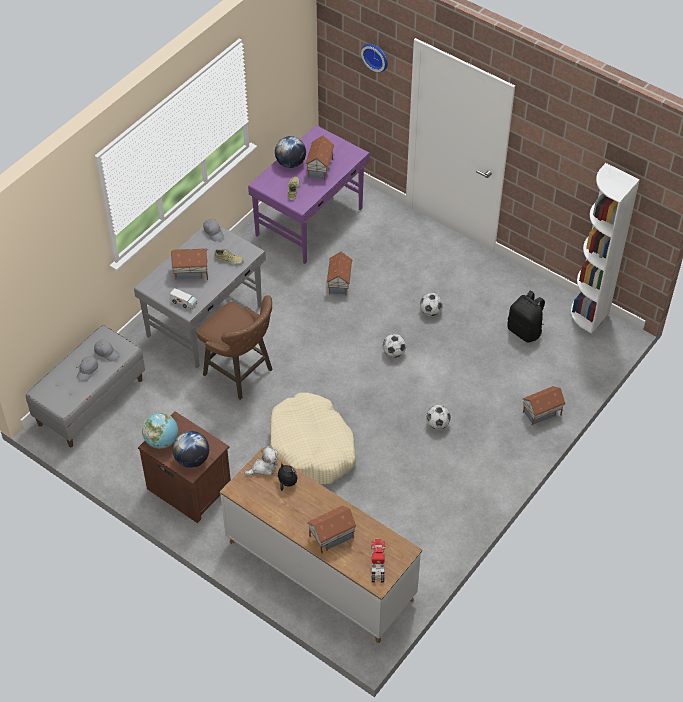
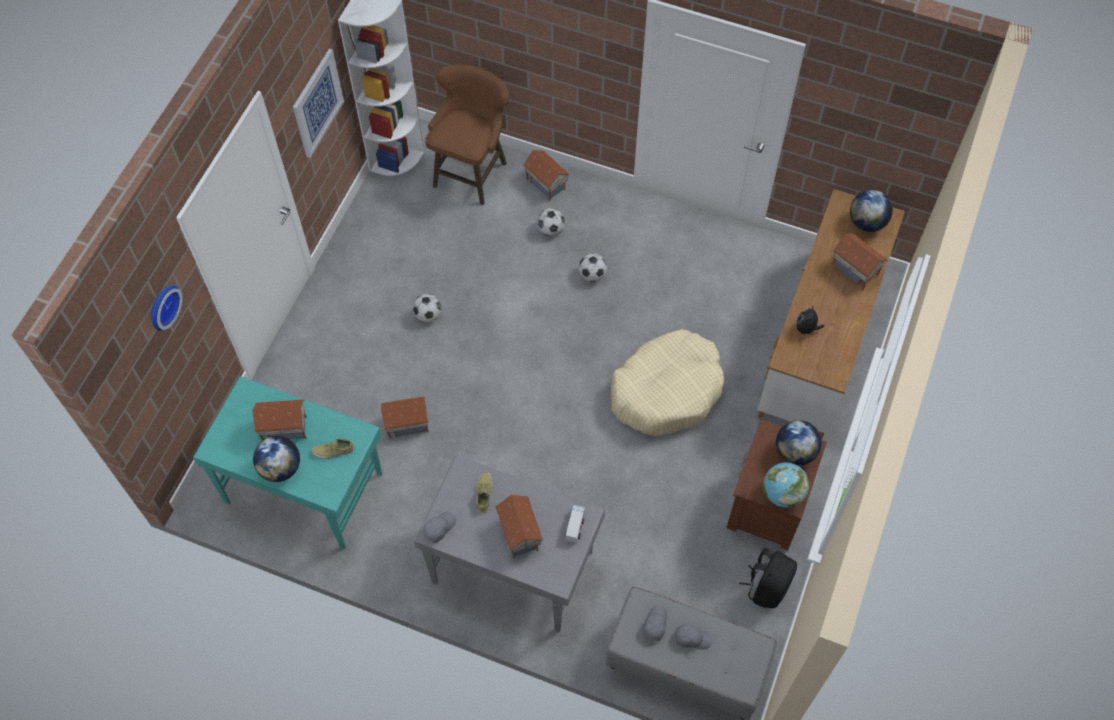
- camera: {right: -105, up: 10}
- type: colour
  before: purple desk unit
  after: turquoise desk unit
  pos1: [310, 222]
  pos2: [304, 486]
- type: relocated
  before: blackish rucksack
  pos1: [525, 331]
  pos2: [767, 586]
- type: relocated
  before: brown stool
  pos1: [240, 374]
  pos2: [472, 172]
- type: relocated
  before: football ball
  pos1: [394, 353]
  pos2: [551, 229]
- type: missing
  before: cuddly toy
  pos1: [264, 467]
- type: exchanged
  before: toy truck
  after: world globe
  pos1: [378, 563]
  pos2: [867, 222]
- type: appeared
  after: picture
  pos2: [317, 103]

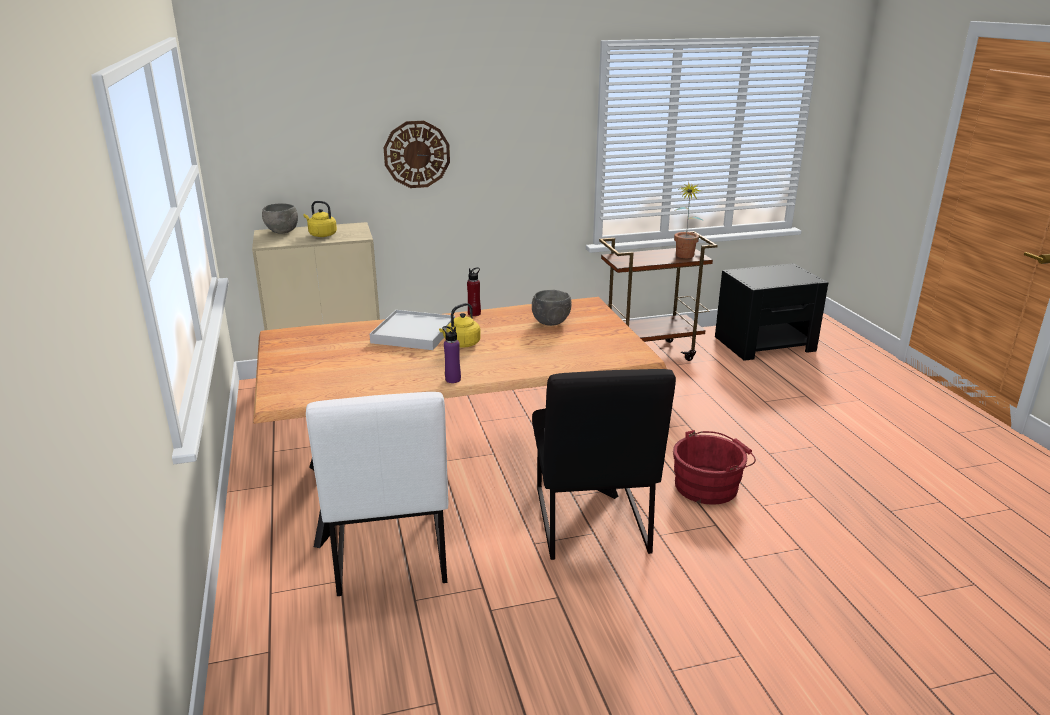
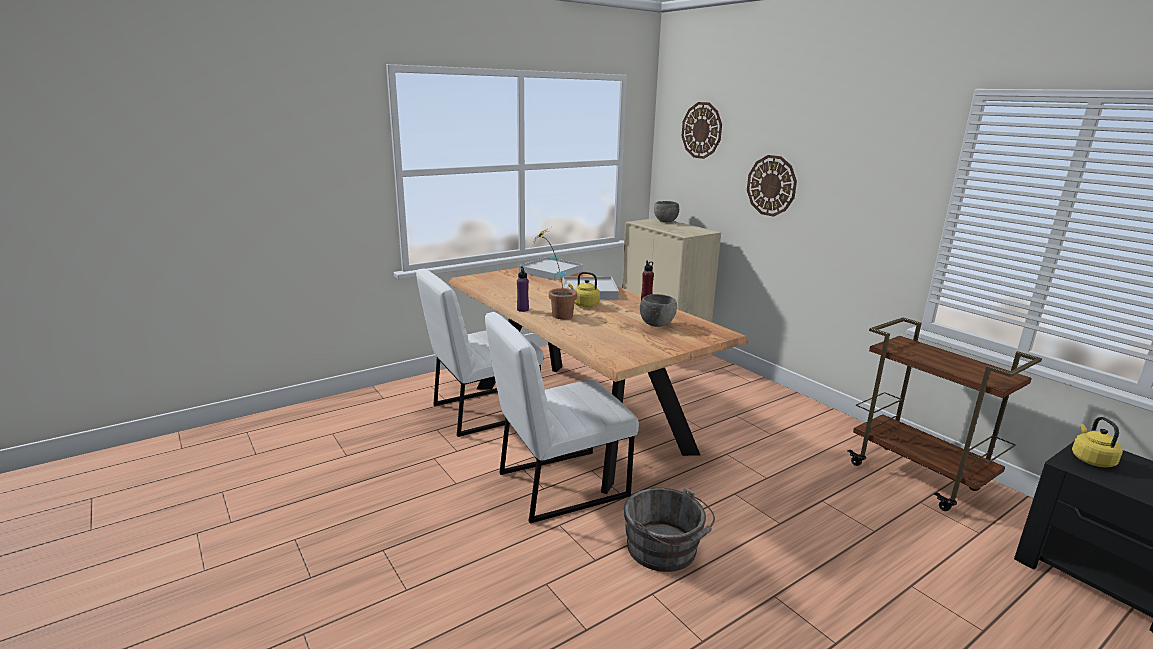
- camera: {right: 70, up: -5}
- type: relocated
  before: plant in a pot
  pos1: [684, 257]
  pos2: [555, 315]
- type: relocated
  before: yellow water kettle
  pos1: [321, 235]
  pos2: [1091, 459]
- type: colour
  before: blackish chair
  after: white-coloured chair
  pos1: [591, 522]
  pos2: [559, 484]
- type: colour
  before: red pail
  after: gray pail
  pos1: [709, 485]
  pos2: [665, 550]
- type: appeared
  after: clock on the wall
  pos2: [701, 130]
- type: appeared
  after: white-coloured tray
  pos2: [551, 271]

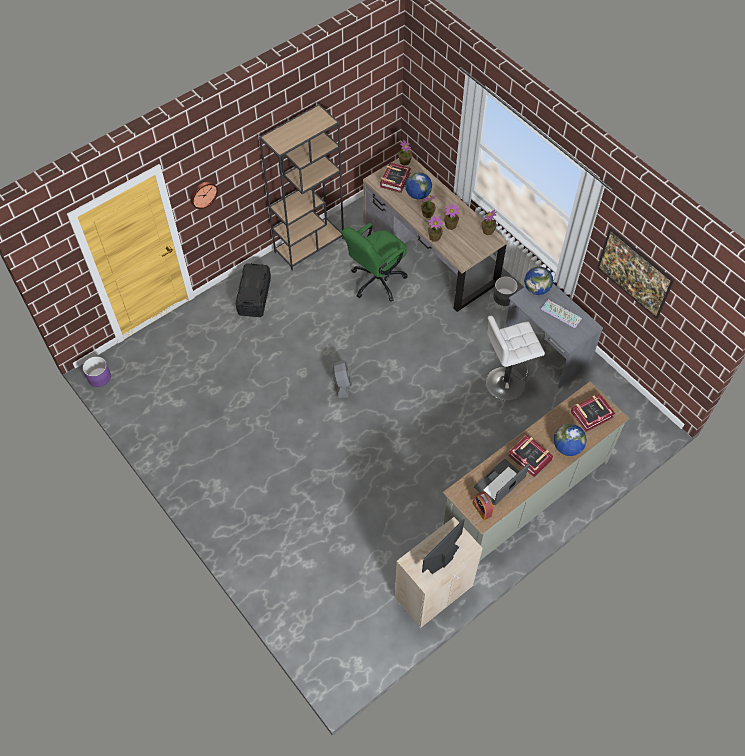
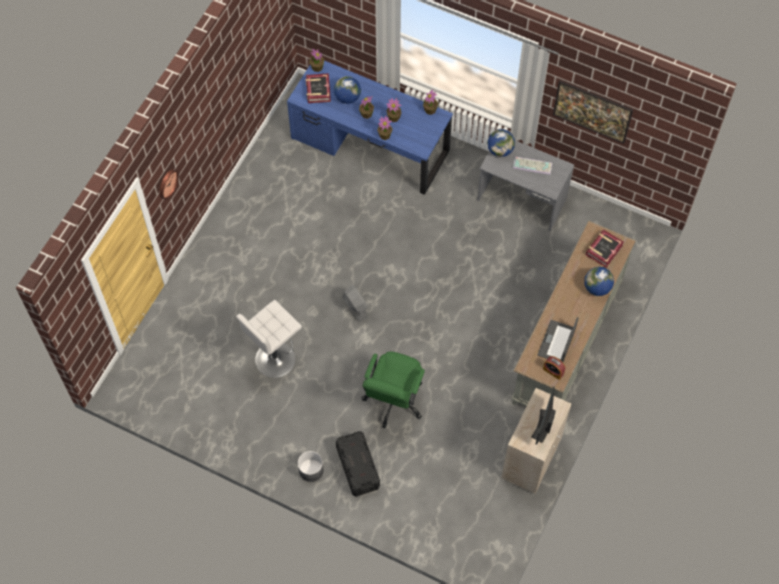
- camera: {right: -25, up: 5}
- type: missing
  before: bookshelf
  pos1: [309, 245]
- type: colour
  before: brown desk unit
  after: bluish desk unit
  pos1: [430, 252]
  pos2: [370, 144]
- type: relocated
  before: green-coloured office chair
  pos1: [375, 283]
  pos2: [393, 403]
- type: relocated
  before: blackish storage bin
  pos1: [254, 296]
  pos2: [358, 468]
- type: relocated
  before: gray flower pot
  pos1: [504, 297]
  pos2: [311, 470]
- type: relocated
  before: white-coloured stool
  pos1: [504, 383]
  pos2: [274, 359]
- type: missing
  before: purple flower pot
  pos1: [99, 377]
- type: missing
  before: volume
  pos1: [530, 457]

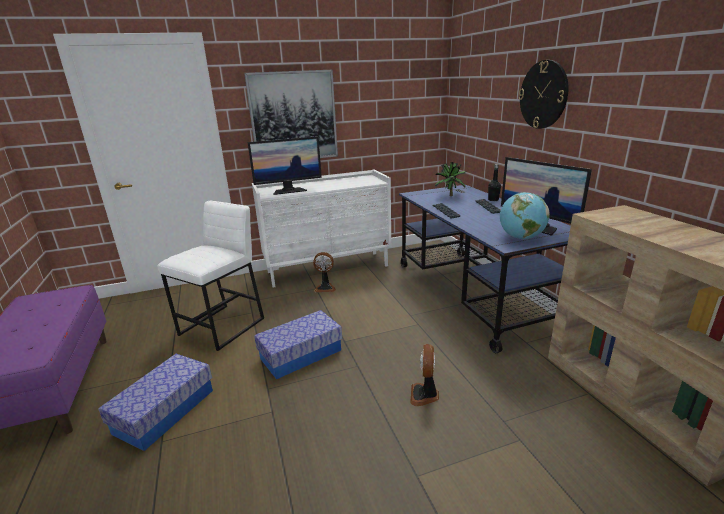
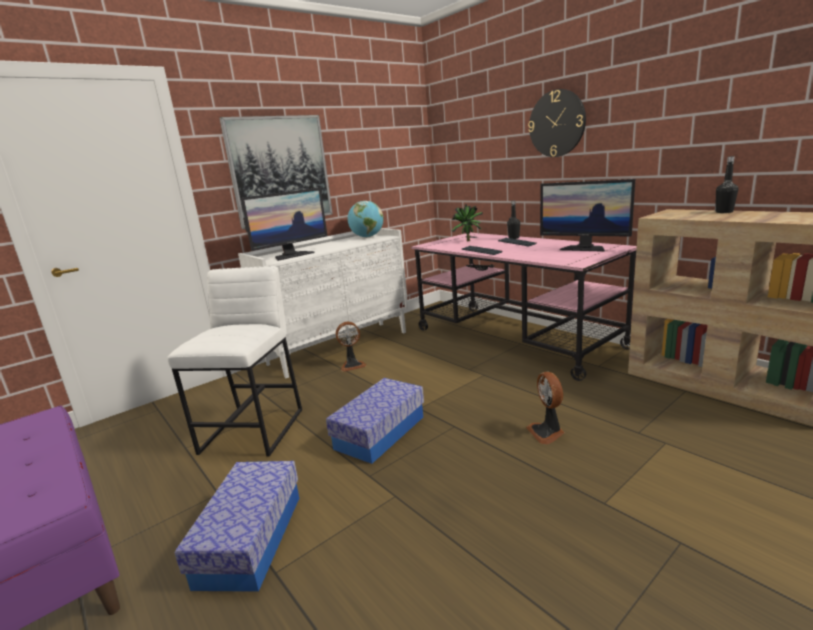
- camera: {right: -20, up: -5}
- type: colour
  before: bluish desk unit
  after: pink desk unit
  pos1: [474, 293]
  pos2: [515, 338]
- type: relocated
  before: world globe
  pos1: [521, 238]
  pos2: [367, 237]
- type: appeared
  after: blackish bottle
  pos2: [724, 212]

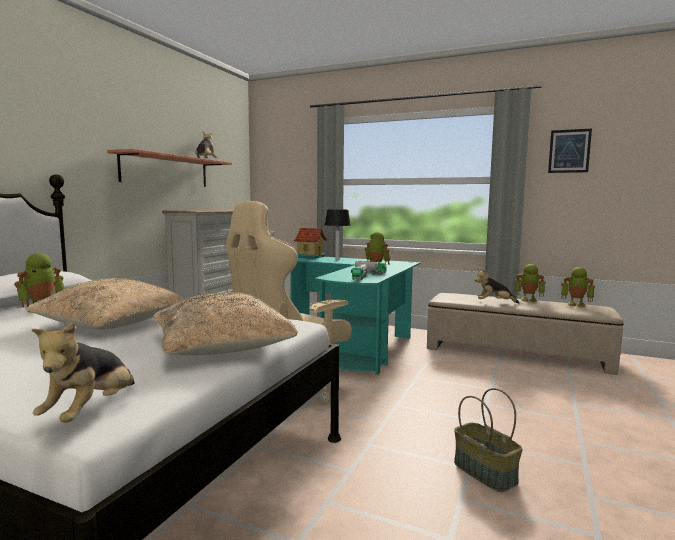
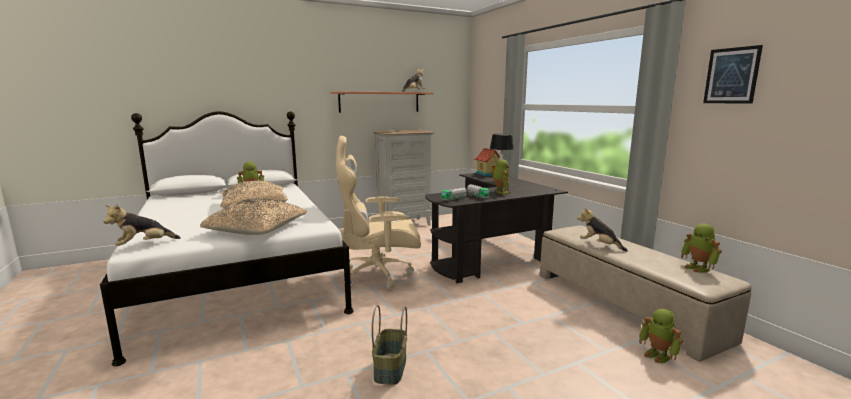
- camera: {right: 40, up: 5}
- type: colour
  before: turquoise desk unit
  after: blackish desk unit
  pos1: [354, 341]
  pos2: [493, 253]
- type: relocated
  before: robot figure
  pos1: [528, 300]
  pos2: [658, 355]

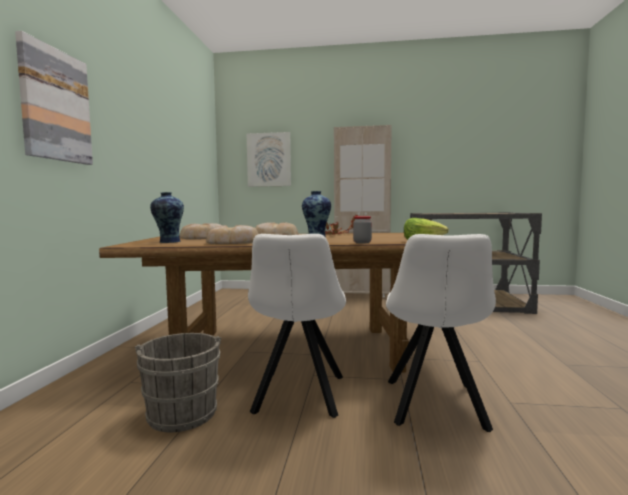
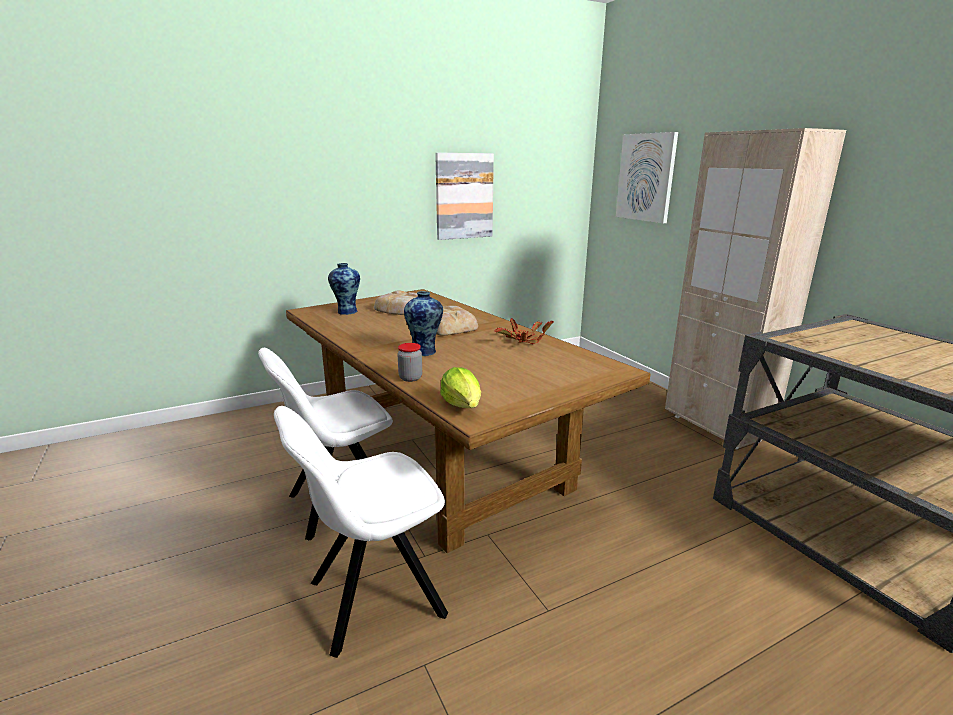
- camera: {right: 55, up: 15}
- type: relocated
  before: picture
  pos1: [55, 105]
  pos2: [464, 196]
- type: missing
  before: baked bread
  pos1: [234, 242]
- type: missing
  before: gray pail
  pos1: [182, 412]

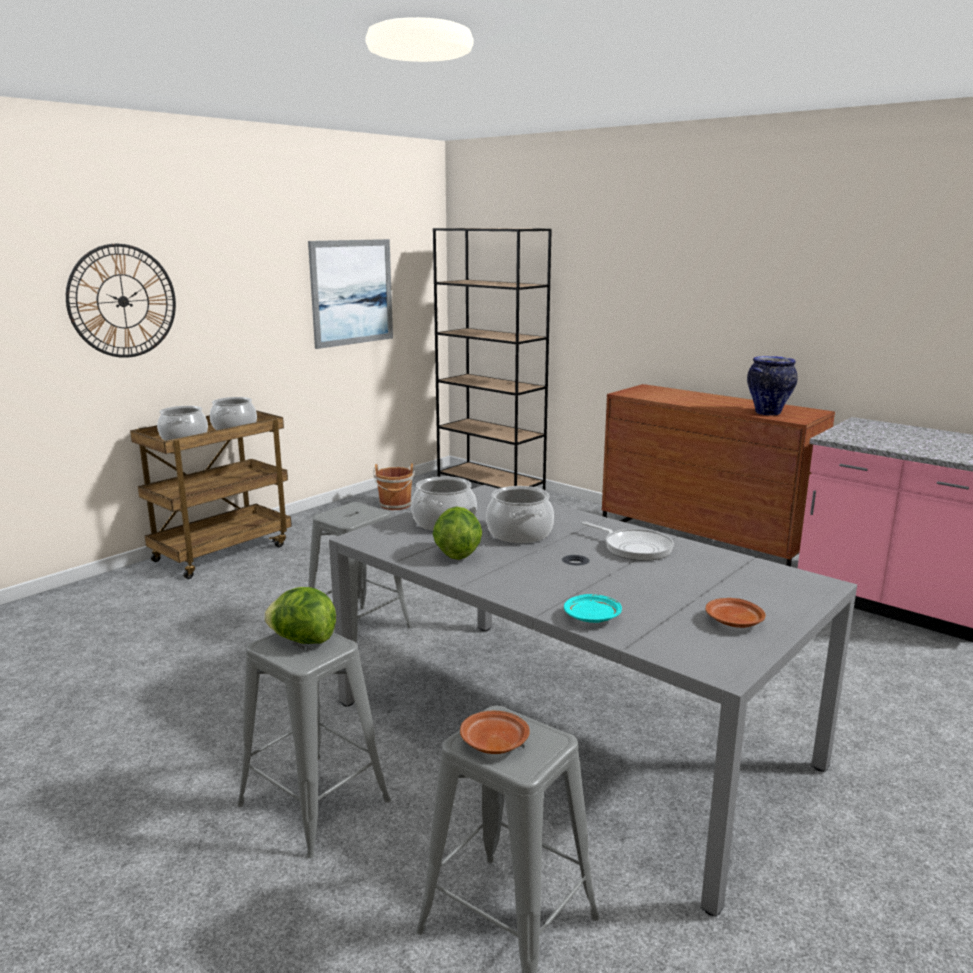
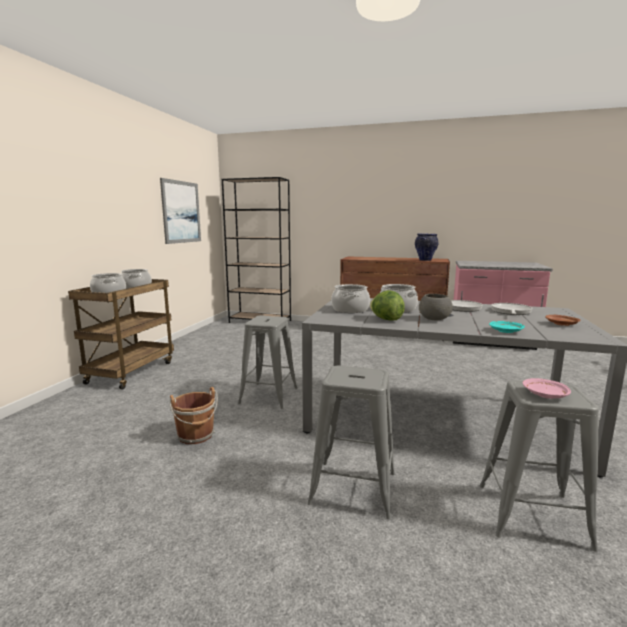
- camera: {right: -25, up: -5}
- type: missing
  before: clock on the wall
  pos1: [123, 301]
- type: relocated
  before: brown pail
  pos1: [395, 505]
  pos2: [196, 436]
- type: missing
  before: lettuce head
  pos1: [303, 640]
- type: colour
  before: brown flat dish
  after: pink flat dish
  pos1: [493, 742]
  pos2: [544, 395]
- type: appeared
  after: gray bowl
  pos2: [434, 319]
- type: appeared
  after: frying pan
  pos2: [510, 312]

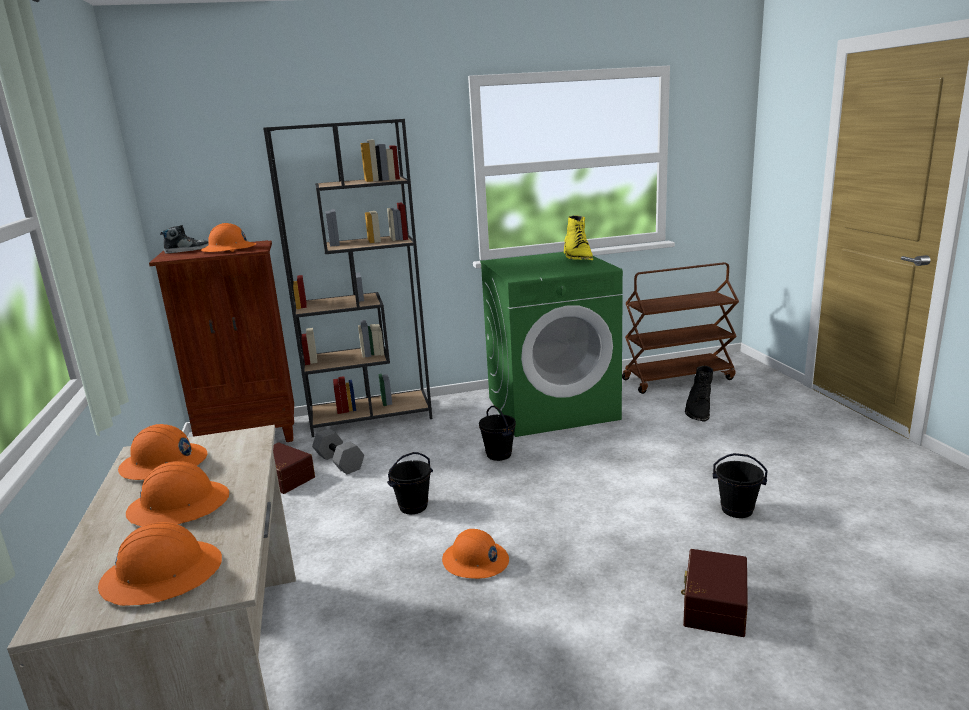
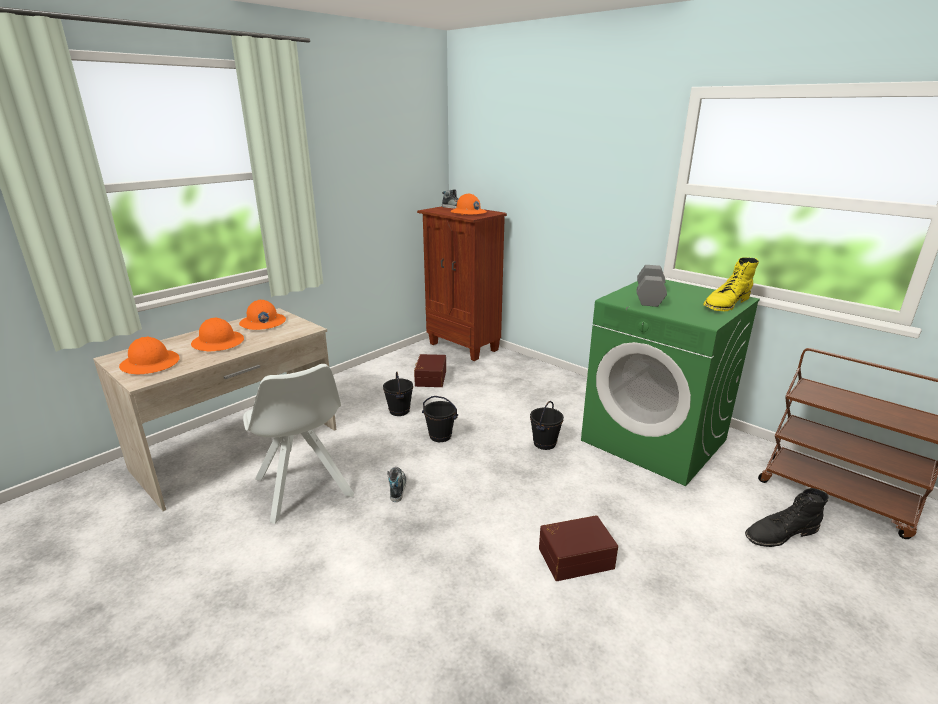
- camera: {right: 55, up: 5}
- type: missing
  before: bookshelf
  pos1: [371, 417]
- type: relocated
  before: gray free weight
  pos1: [338, 462]
  pos2: [648, 297]
- type: relocated
  before: blackish pail
  pos1: [737, 510]
  pos2: [400, 411]
- type: exchanged
  before: orange work helmet
  after: item of footwear
  pos1: [475, 561]
  pos2: [397, 488]
- type: relocated
  before: brown storage bin
  pos1: [712, 605]
  pos2: [575, 556]
- type: appeared
  after: white-coloured chair
  pos2: [303, 489]

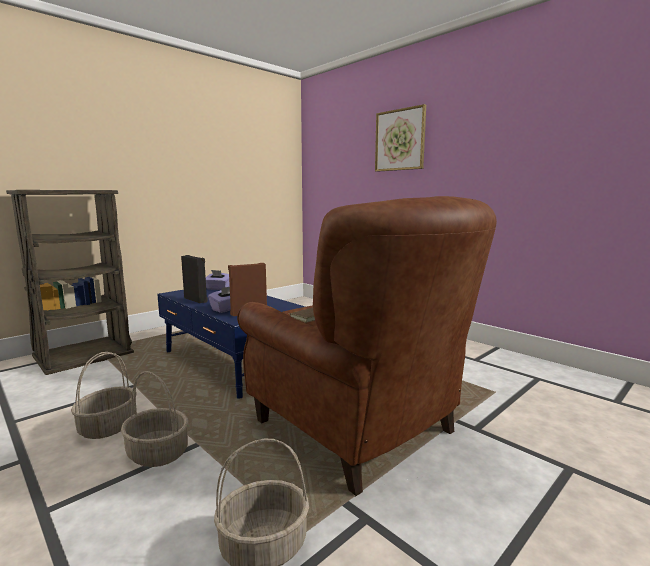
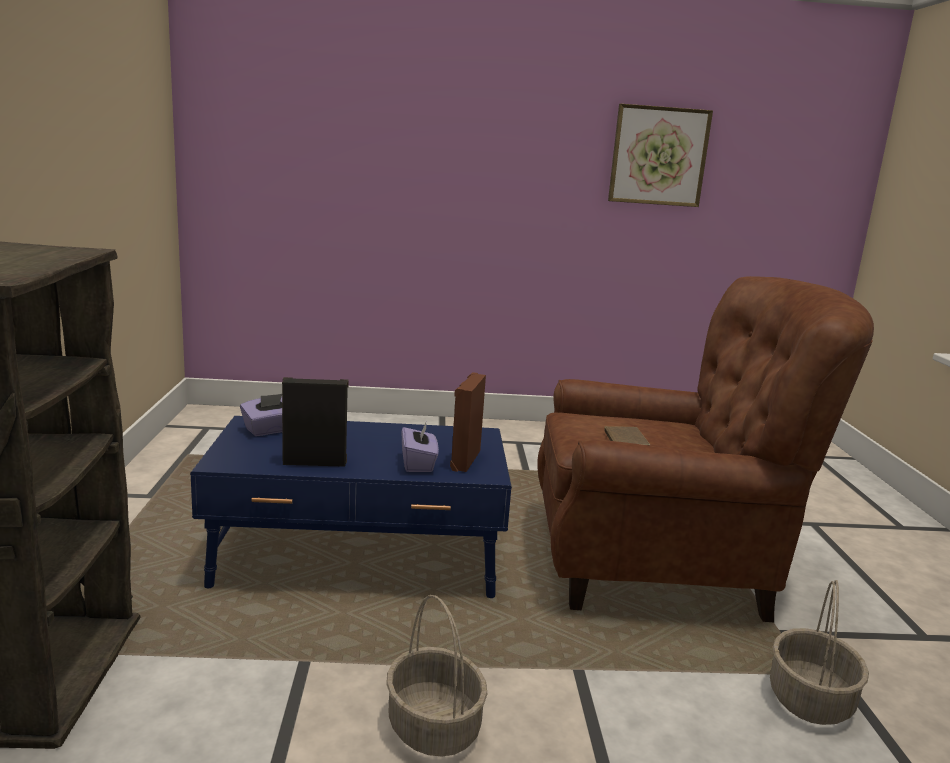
- camera: {right: -50, up: 5}
- type: relocated
  before: picture
  pos1: [400, 140]
  pos2: [658, 156]
- type: missing
  before: household basket
  pos1: [157, 453]

